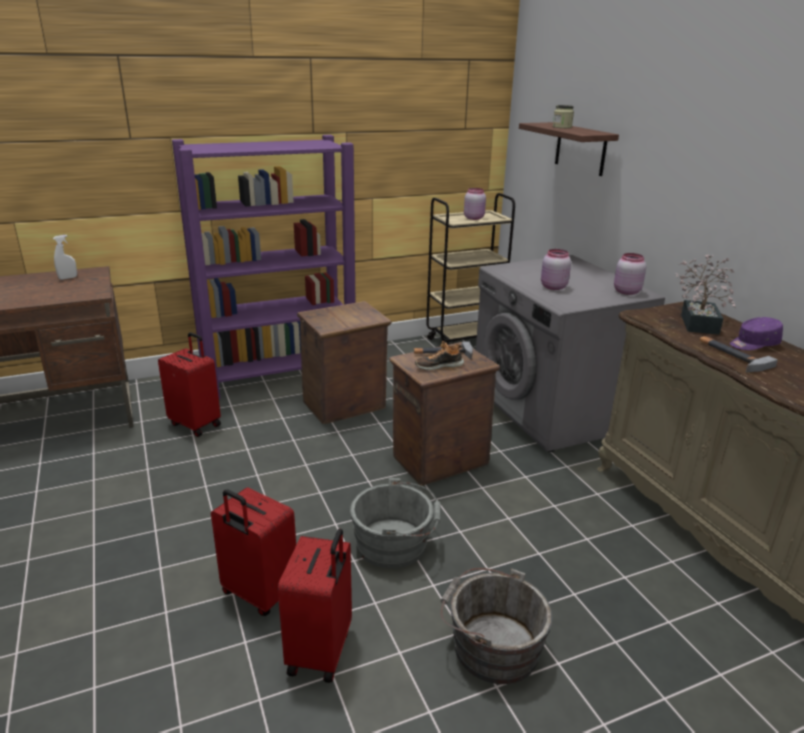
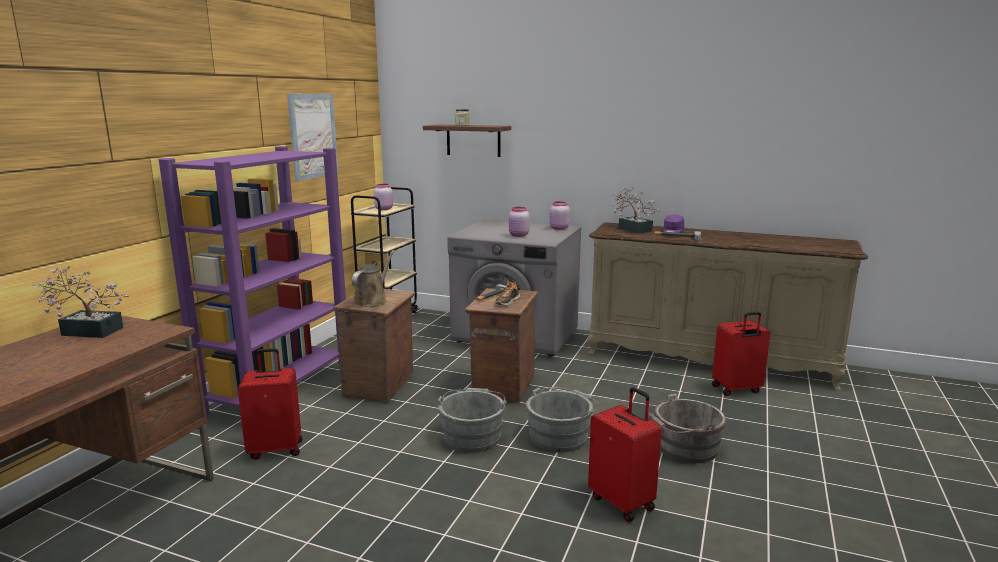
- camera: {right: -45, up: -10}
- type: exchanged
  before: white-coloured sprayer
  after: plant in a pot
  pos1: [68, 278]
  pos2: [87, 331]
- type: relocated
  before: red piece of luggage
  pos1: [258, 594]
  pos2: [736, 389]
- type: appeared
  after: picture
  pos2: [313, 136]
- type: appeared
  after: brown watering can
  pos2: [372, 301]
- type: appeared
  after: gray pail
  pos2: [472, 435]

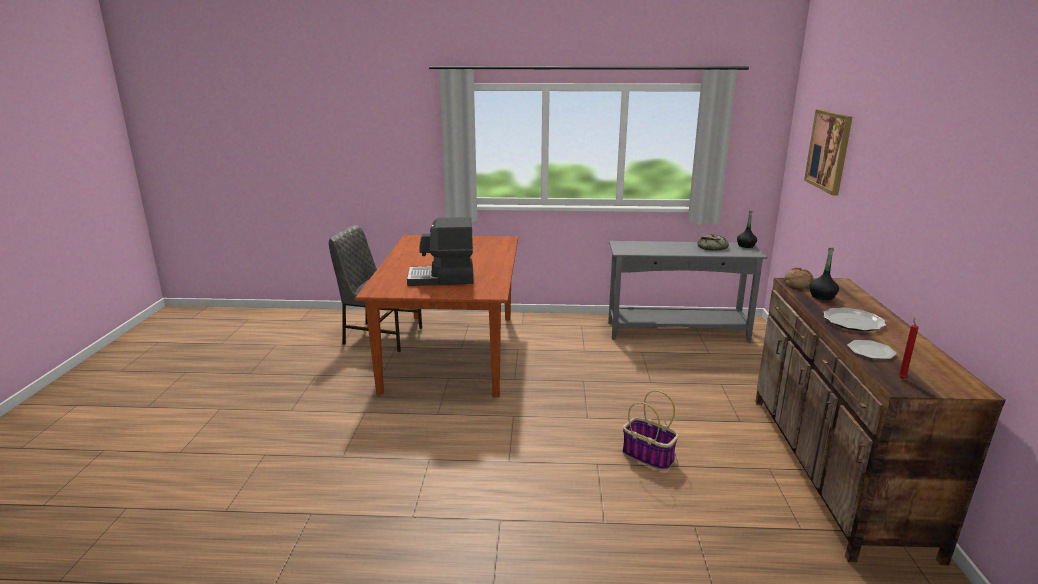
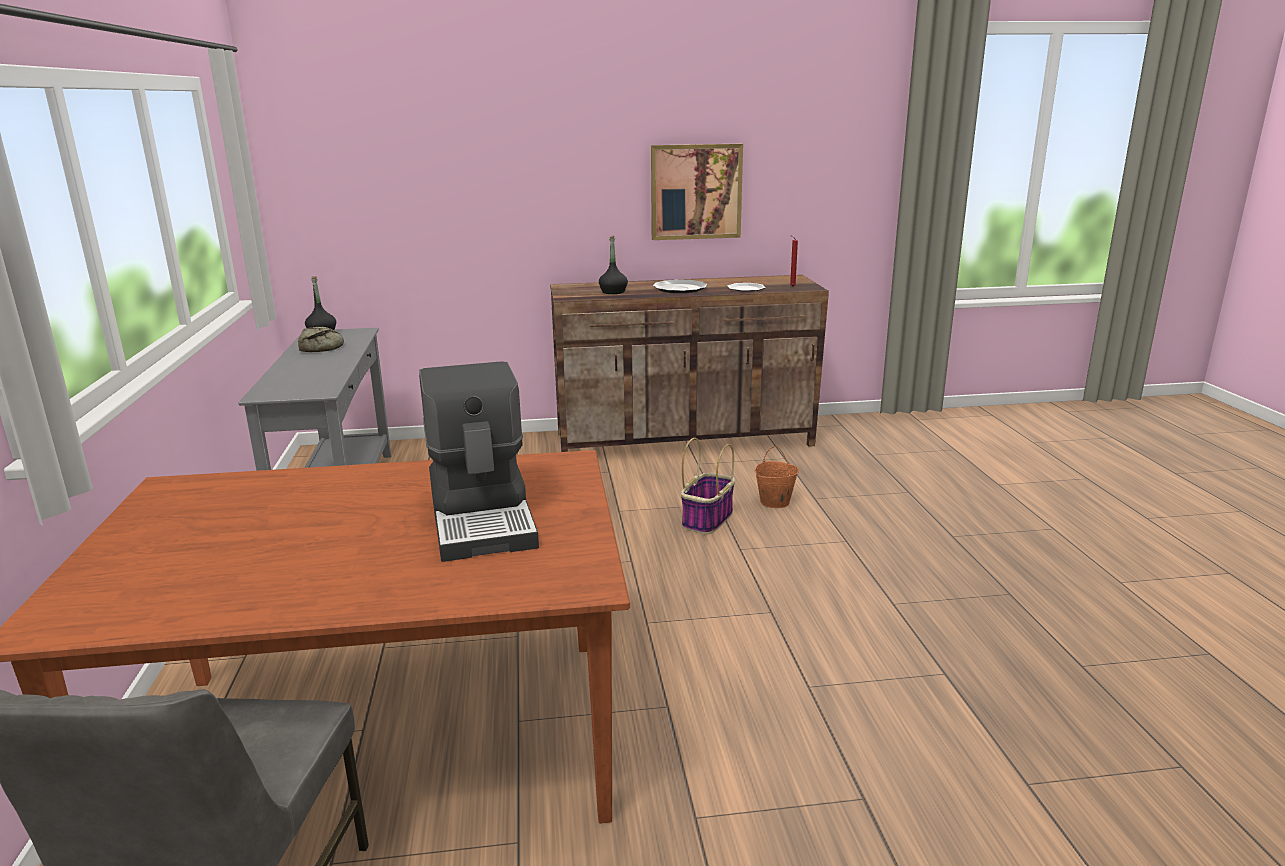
- camera: {right: -100, up: 0}
- type: relocated
  before: picture
  pos1: [829, 151]
  pos2: [696, 192]
- type: missing
  before: baked bread
  pos1: [797, 284]
- type: appeared
  after: orange pail
  pos2: [774, 502]

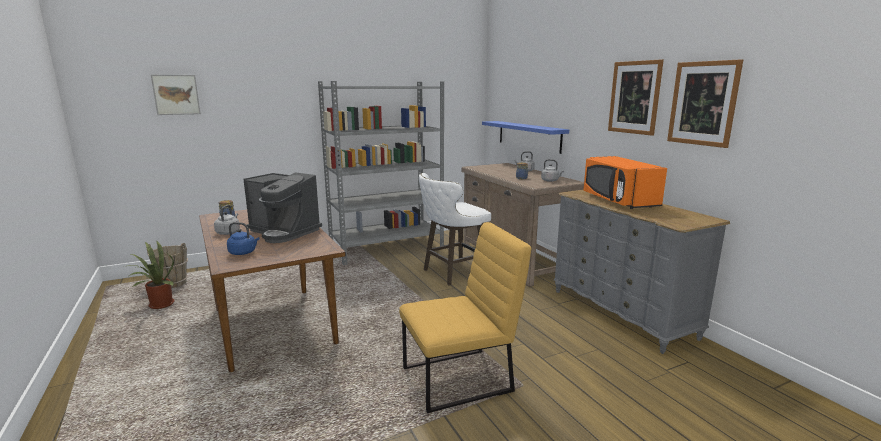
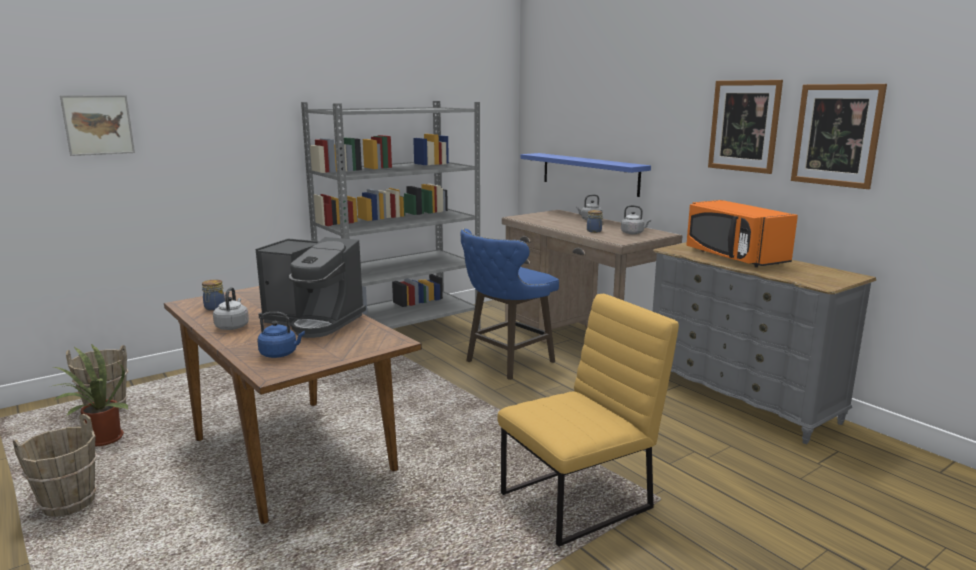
- camera: {right: -10, up: 0}
- type: colour
  before: white-coloured stool
  after: bluish stool
  pos1: [452, 273]
  pos2: [507, 362]
- type: appeared
  after: brown pail
  pos2: [69, 504]

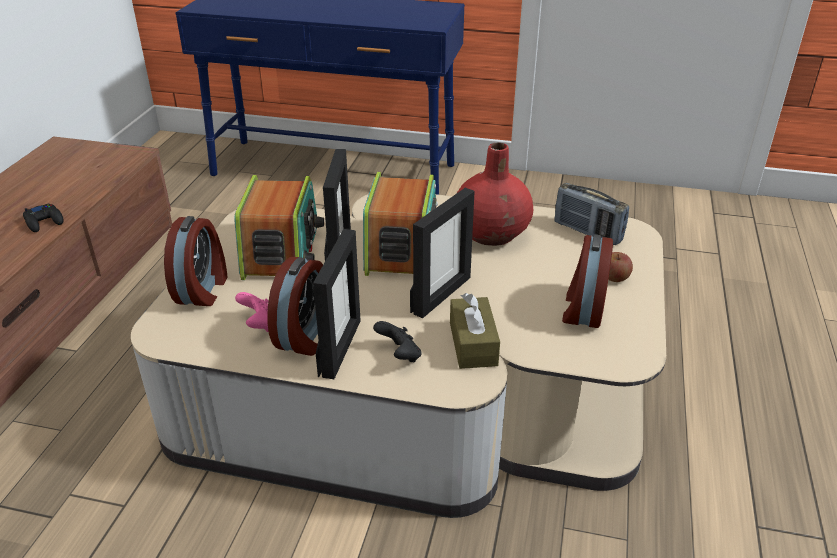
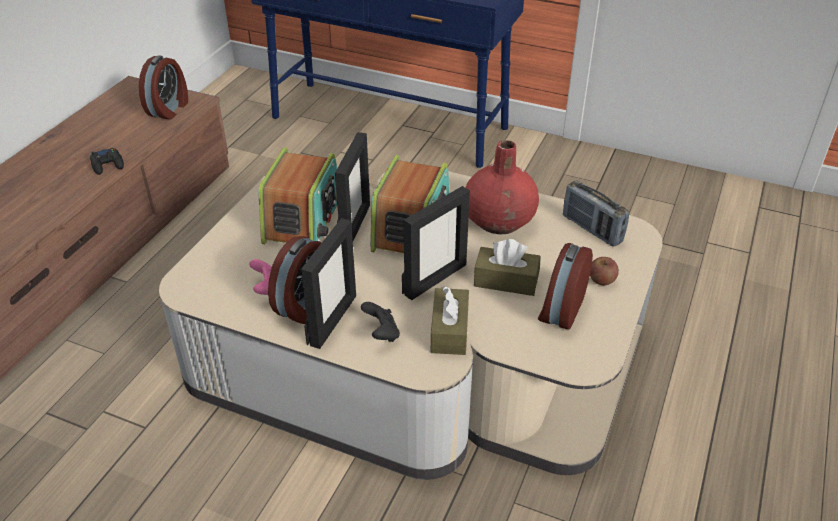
- camera: {right: 10, up: 5}
- type: relocated
  before: bedside clock
  pos1: [203, 289]
  pos2: [169, 109]
- type: appeared
  after: brown tissue box
  pos2: [506, 281]

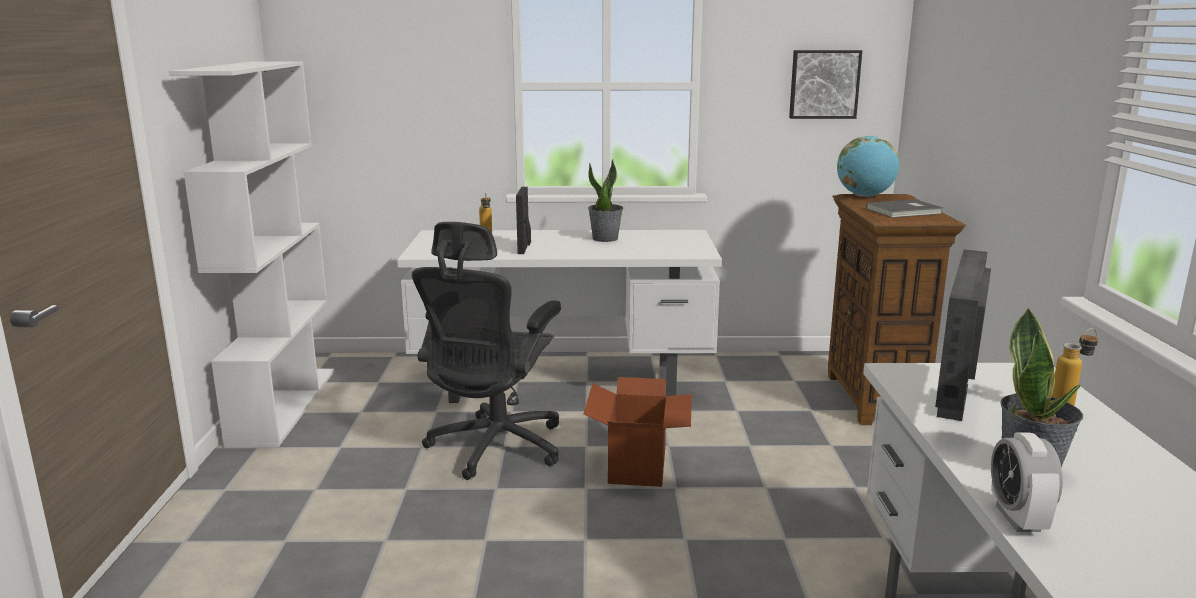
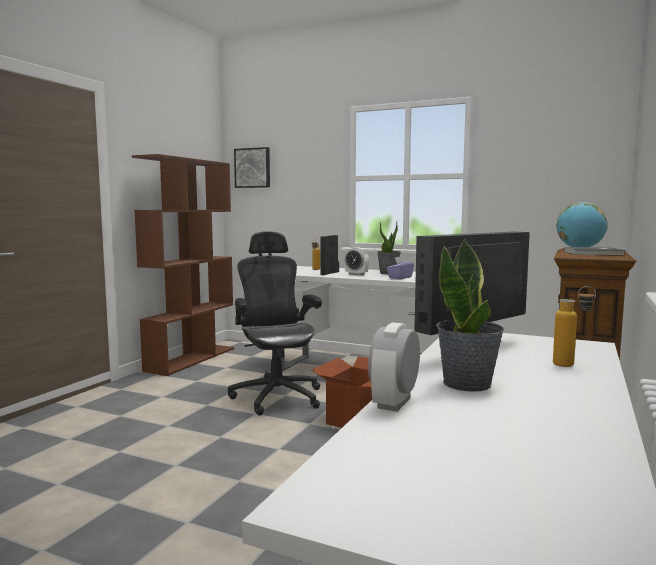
- camera: {right: 25, up: -10}
- type: relocated
  before: picture
  pos1: [824, 84]
  pos2: [253, 168]
- type: colour
  before: white-coloured bookshelf
  after: brown bookshelf
  pos1: [283, 405]
  pos2: [191, 359]
- type: spun
  before: office chair
  pos1: [494, 450]
  pos2: [277, 396]
  turn: 120
- type: appeared
  after: bedside clock
  pos2: [356, 274]
- type: appeared
  after: purple tissue box
  pos2: [400, 278]

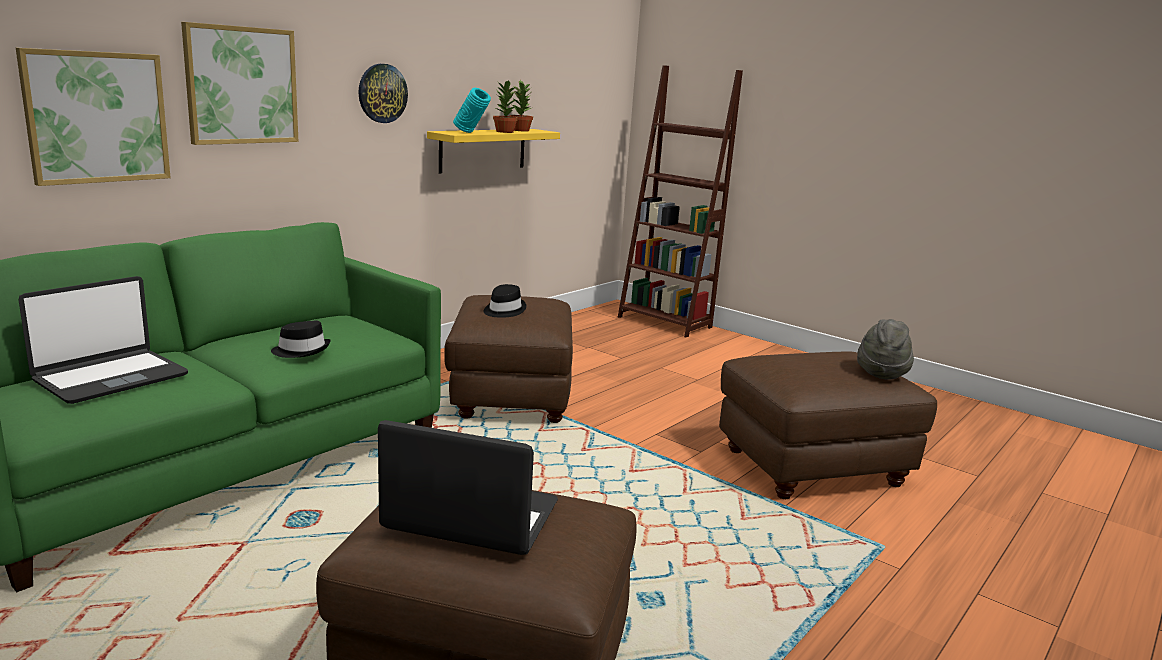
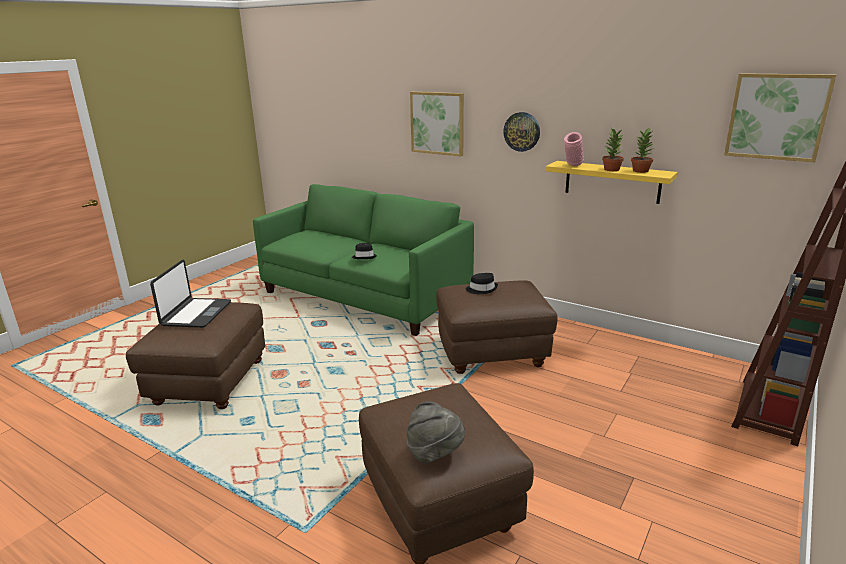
- camera: {right: 85, up: 5}
- type: relocated
  before: picture
  pos1: [97, 117]
  pos2: [777, 117]
- type: colour
  before: turquoise decorative vase
  after: pink decorative vase
  pos1: [471, 133]
  pos2: [572, 166]
- type: missing
  before: notebook computer
  pos1: [110, 378]

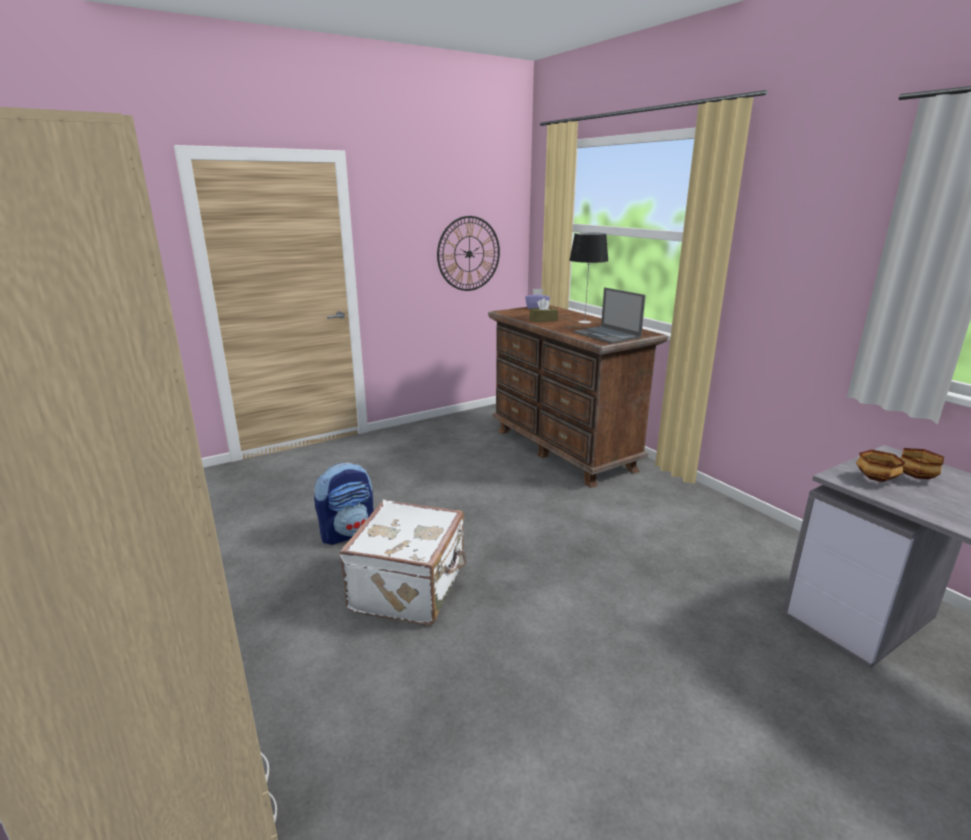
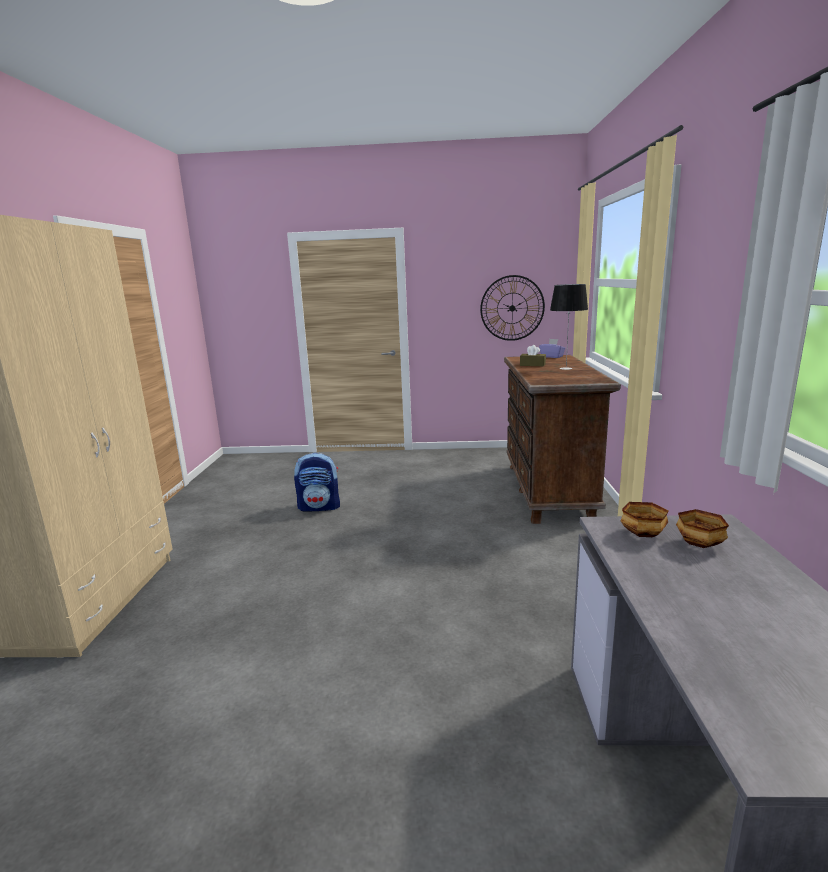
- camera: {right: 35, up: -5}
- type: missing
  before: notebook computer
  pos1: [607, 335]
- type: missing
  before: white-coloured piece of luggage
  pos1: [410, 588]

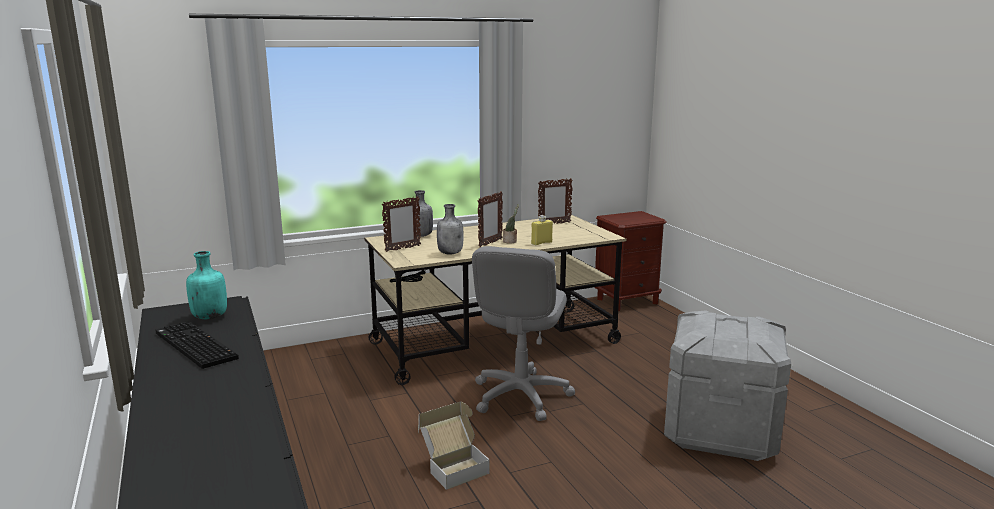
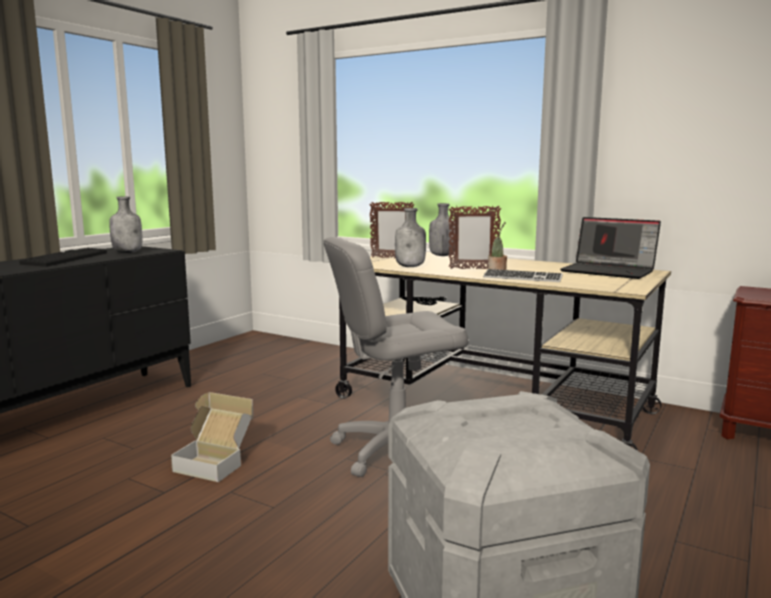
- camera: {right: 55, up: -5}
- type: exchanged
  before: standing frame
  after: notebook computer
  pos1: [554, 224]
  pos2: [609, 271]
- type: exchanged
  before: yellow bottle
  after: PC keyboard
  pos1: [541, 243]
  pos2: [522, 278]
- type: colour
  before: turquoise bottle
  after: gray bottle
  pos1: [210, 317]
  pos2: [128, 252]

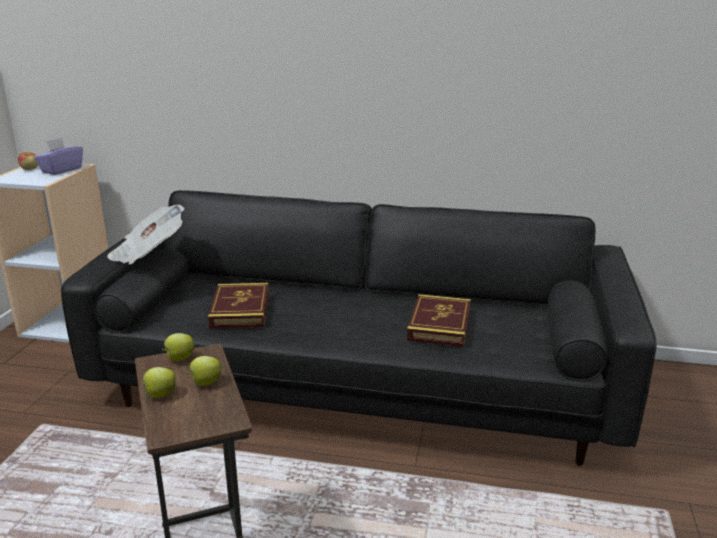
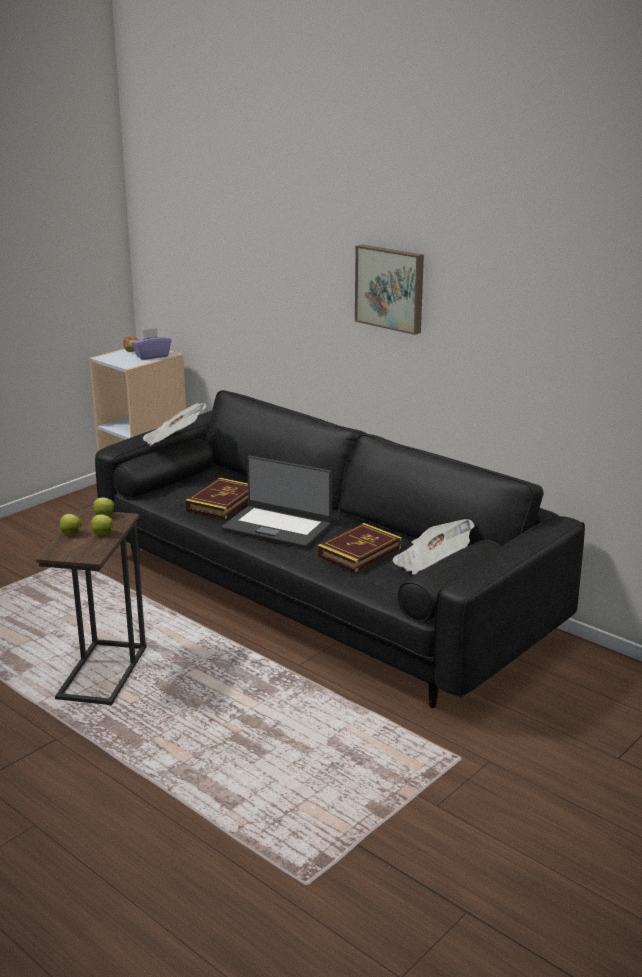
- camera: {right: 30, up: 0}
- type: appeared
  after: picture
  pos2: [391, 288]
- type: appeared
  after: notebook computer
  pos2: [277, 526]
- type: appeared
  after: printed paper
  pos2: [431, 564]

